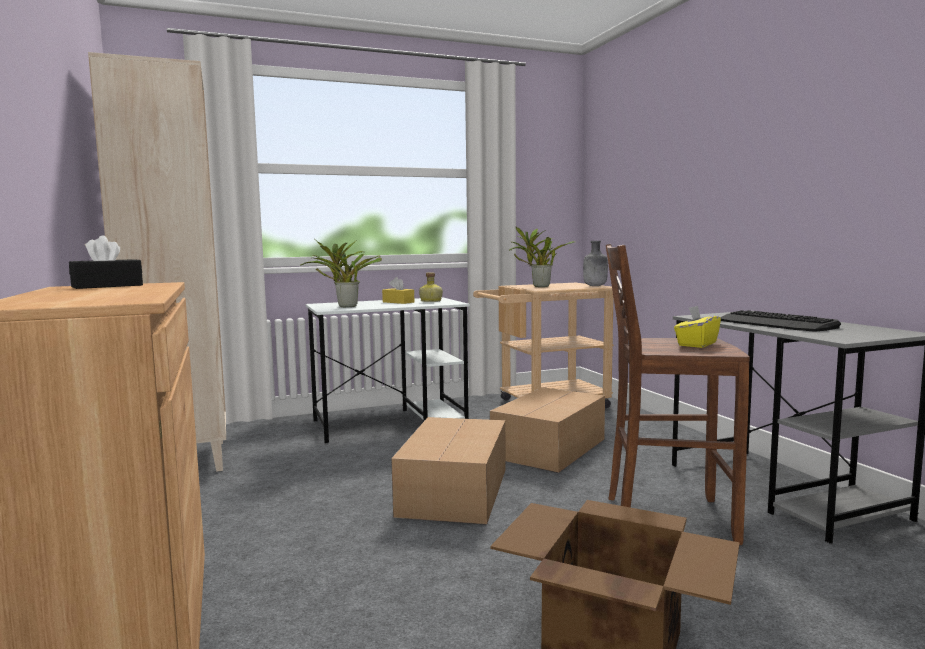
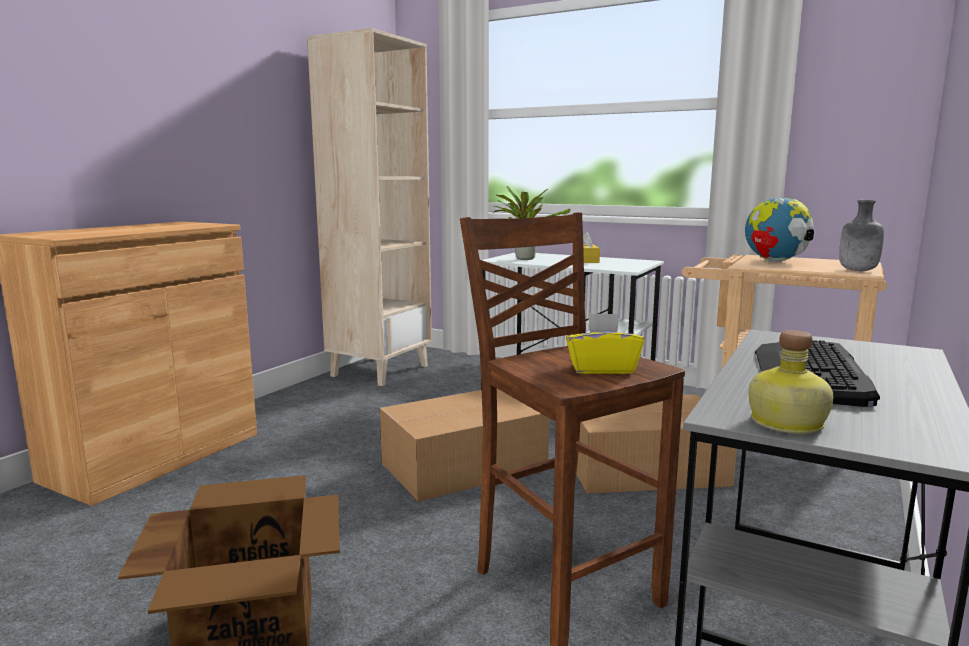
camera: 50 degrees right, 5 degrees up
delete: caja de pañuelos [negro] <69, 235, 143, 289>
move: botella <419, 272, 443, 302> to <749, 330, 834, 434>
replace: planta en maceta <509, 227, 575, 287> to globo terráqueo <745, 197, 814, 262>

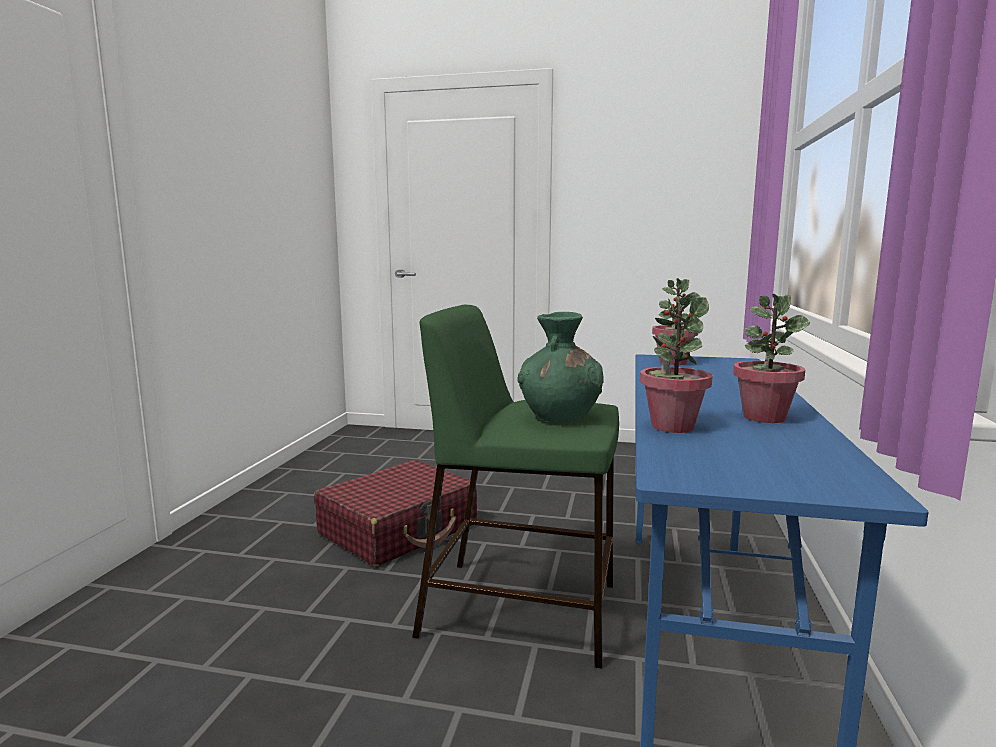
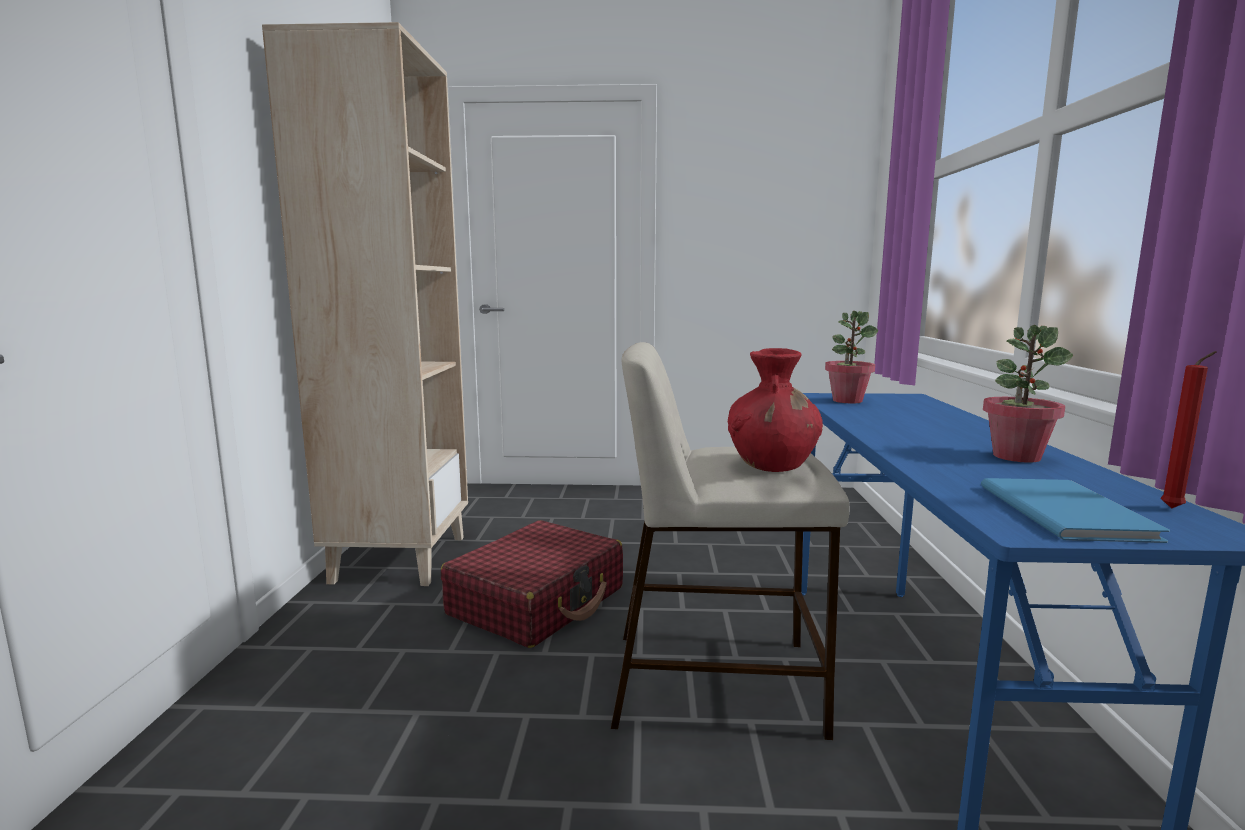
camera: 10 degrees left, 0 degrees up
delete: planta en maceta <640, 296, 713, 433>
insert: estantería [beis] <262, 22, 468, 586>; libro [azul] <981, 478, 1170, 543>; vela [rojo] <1160, 351, 1217, 508>
recolor: taburete [verde] <412, 305, 619, 669> to taburete [beis] <611, 342, 849, 740>; florero [verde] <517, 312, 604, 422> to florero [rojo] <727, 348, 823, 472>

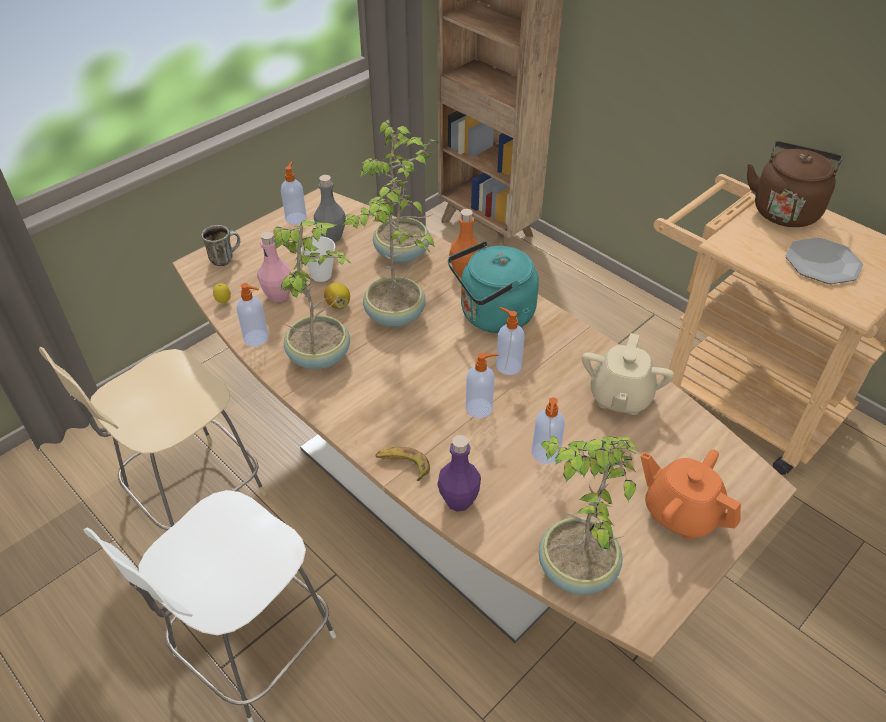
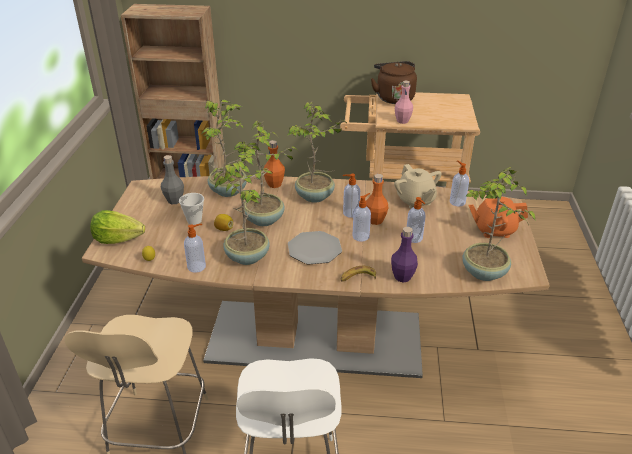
camera: 40 degrees left, 10 degrees down
insert: botella [naranja] <366, 174, 389, 225>
move: plato <785, 237, 863, 284> to <288, 231, 342, 264>; botella [rosa] <257, 232, 291, 302> to <395, 81, 413, 124>; dispensador de jabón <281, 161, 307, 225> to <450, 160, 469, 206>
replace: taza grande <202, 225, 240, 266> to lechuga <90, 210, 145, 244>; hervidor [turquesa] <448, 241, 539, 333> to planta en maceta <287, 102, 347, 203>

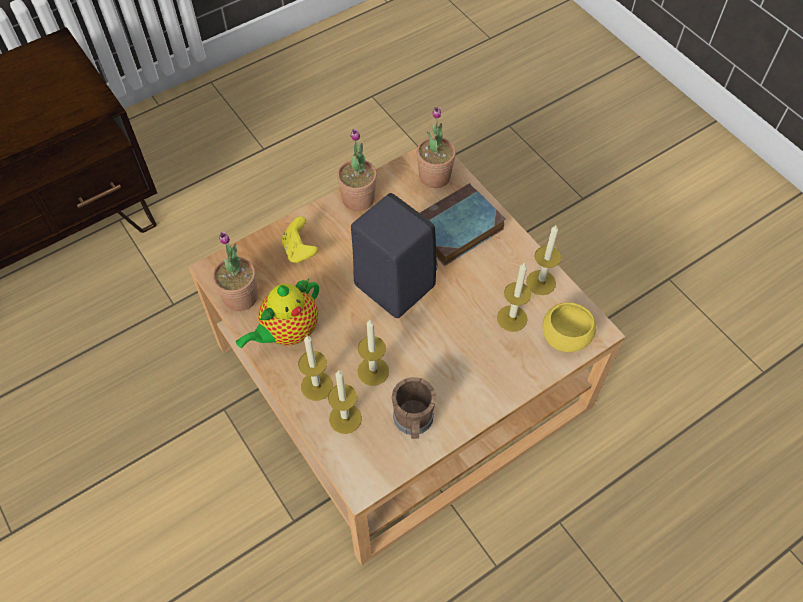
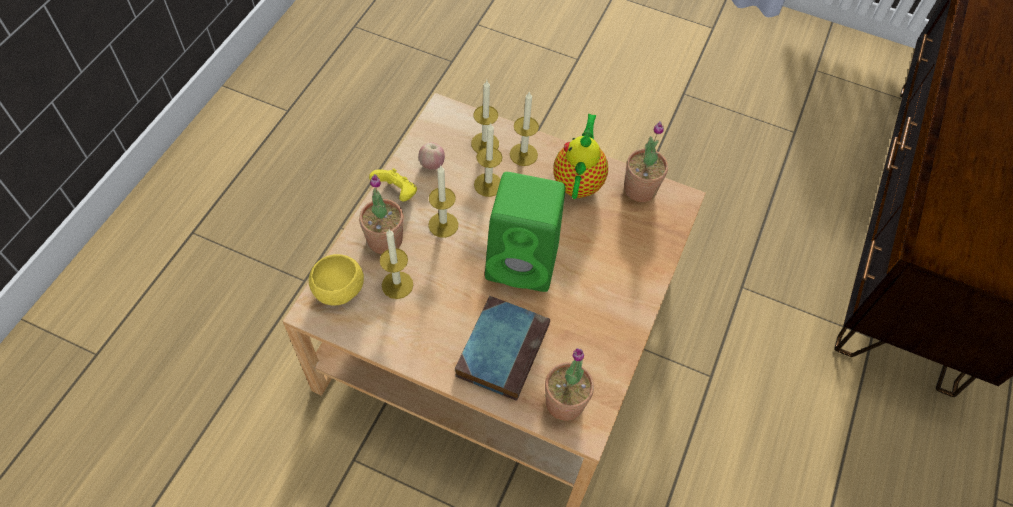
camera: 145 degrees right, 0 degrees up
move: planta en maceta <337, 129, 377, 211> to <359, 174, 404, 254>; mando de consola [amarillo] <282, 216, 318, 264> to <369, 168, 417, 201>; vela <526, 225, 561, 295> to <428, 166, 459, 238>
replace: taza grande [marrón] <392, 377, 436, 439> to manzana <418, 142, 445, 170>
recolor: altavoz [negro] <351, 193, 438, 318> to altavoz [verde] <485, 172, 566, 292>

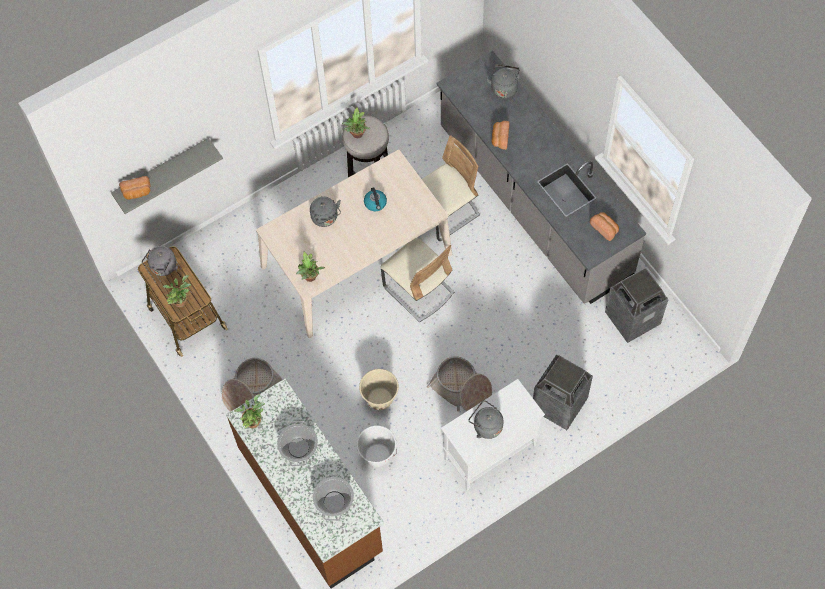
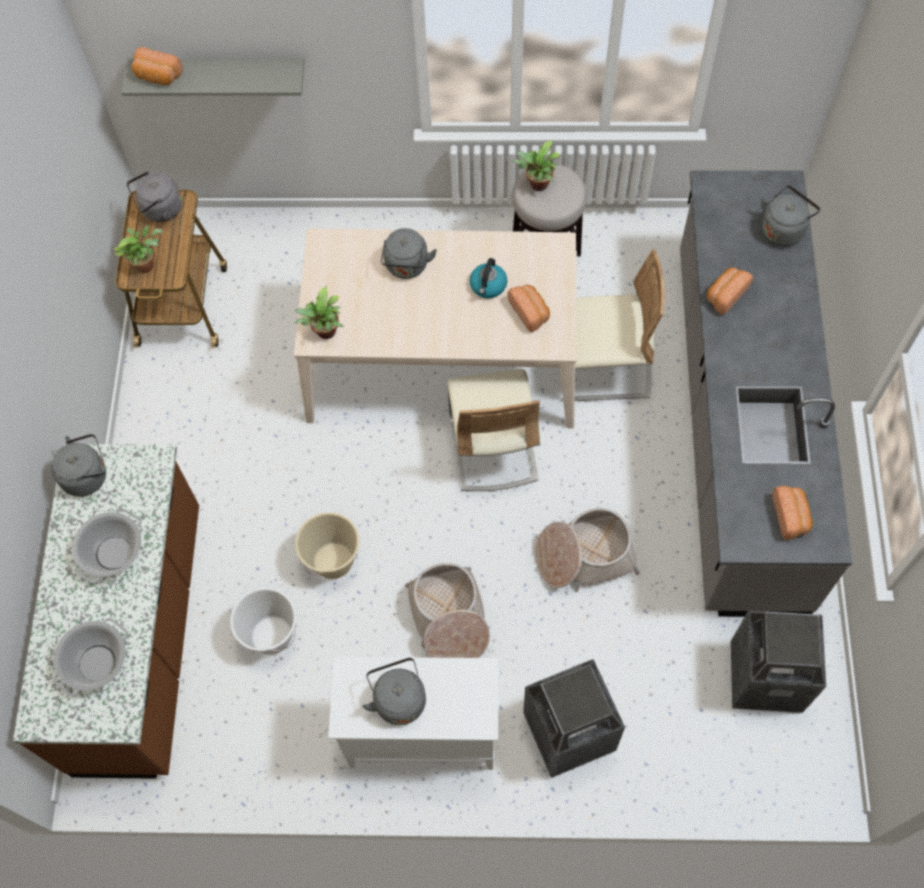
camera: 35 degrees right, 0 degrees up
insert: pan <507, 285, 550, 332>
move: cesta <222, 358, 282, 412> to <535, 508, 640, 592>
replace: planta en maceta <234, 394, 265, 429> to hervidor [gris] <52, 434, 106, 497>

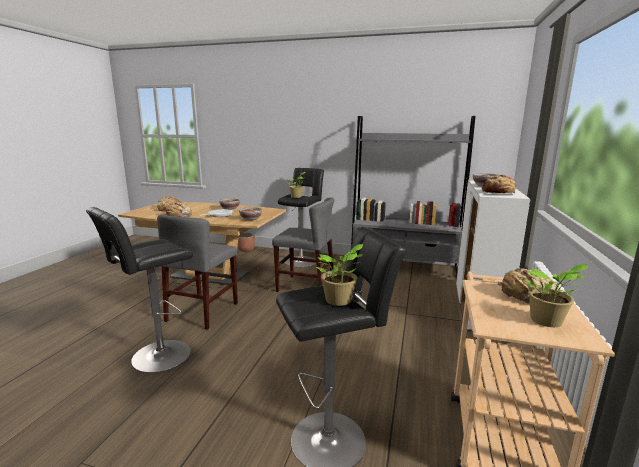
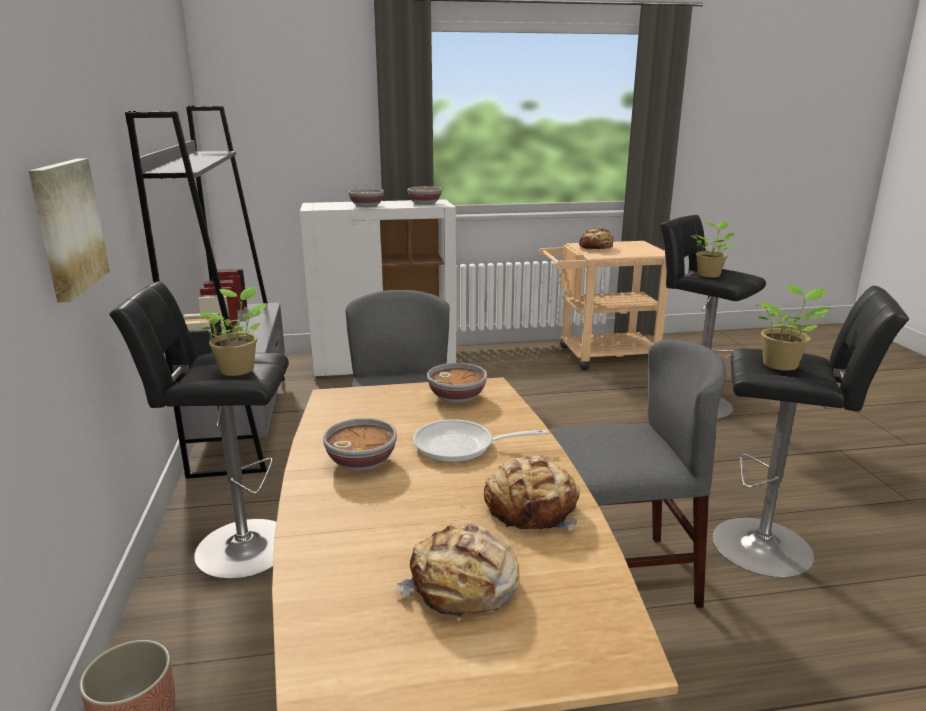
camera: 115 degrees left, 5 degrees up
insert: cuadro <28, 158, 110, 303>
move: planta en maceta <525, 264, 588, 327> to <756, 285, 831, 371>
replace: pan <482, 175, 516, 194> to cuenco <407, 186, 442, 205>

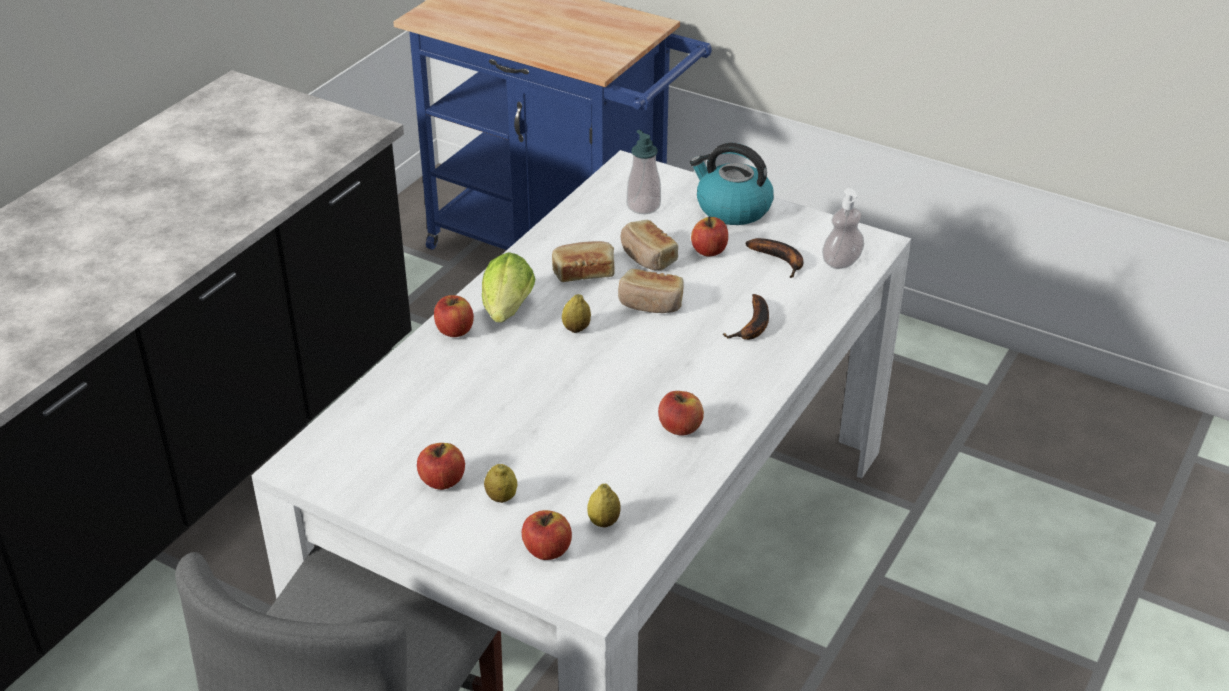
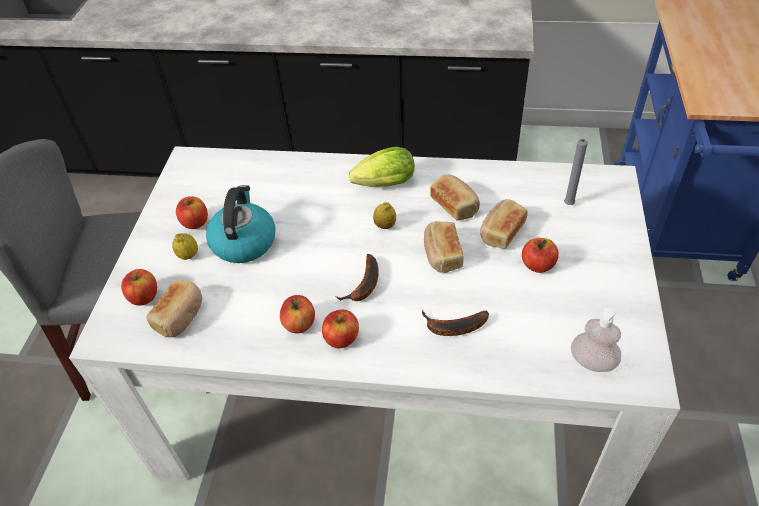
camera: 70 degrees right, 10 degrees up
move: hervidor <690, 143, 774, 225> to <206, 185, 275, 263>; manzana <434, 295, 474, 337> to <322, 310, 359, 348>; plátano <745, 238, 804, 278> to <336, 254, 379, 301>
replace: limón <587, 484, 621, 528> to pan <146, 281, 202, 337>; dispensador de jabón <627, 130, 661, 214> to vela [gris] <564, 139, 588, 205>

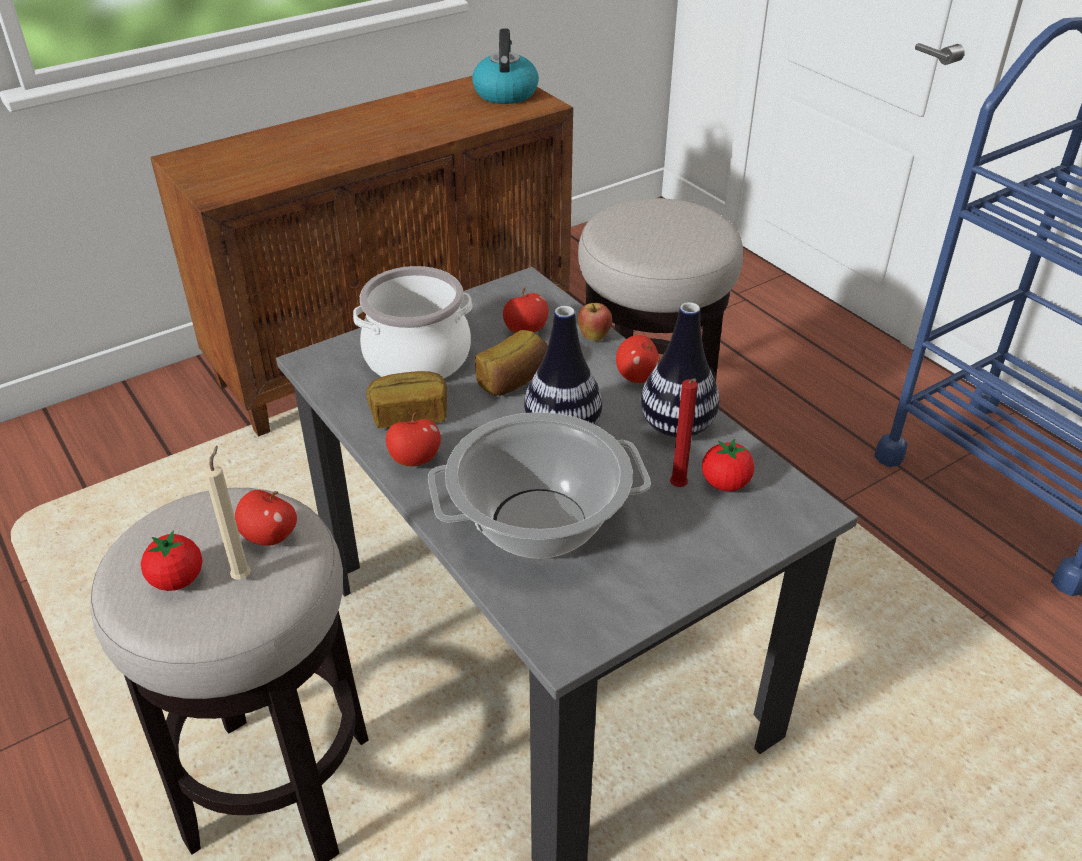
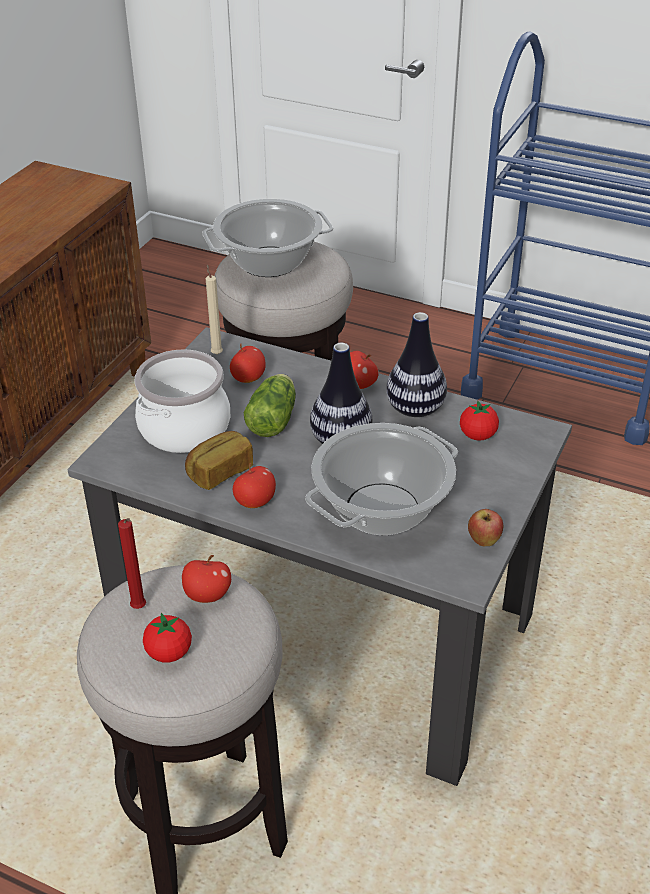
camera: 30 degrees left, 0 degrees up
delete: hervidor <472, 29, 539, 104>
insert: olla <202, 199, 333, 277>
move: vela [rojo] <670, 378, 698, 487> to <118, 518, 146, 609>; vela [beis] <204, 446, 251, 580> to <206, 264, 223, 355>; manzana <578, 303, 612, 341> to <468, 509, 503, 546>
replace: pan <475, 330, 548, 396> to lechuga <244, 374, 296, 437>

